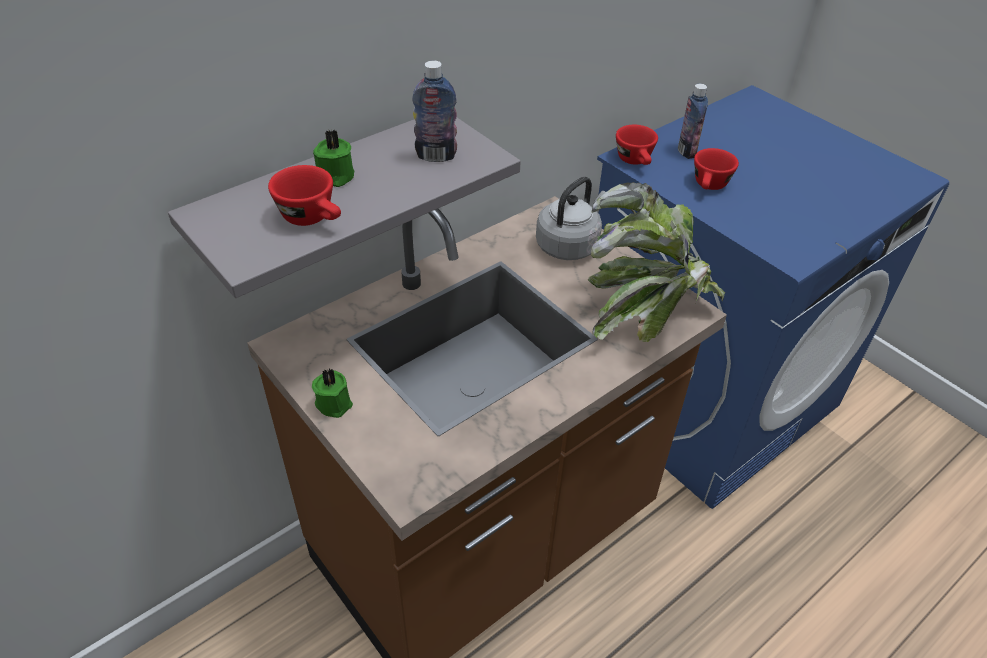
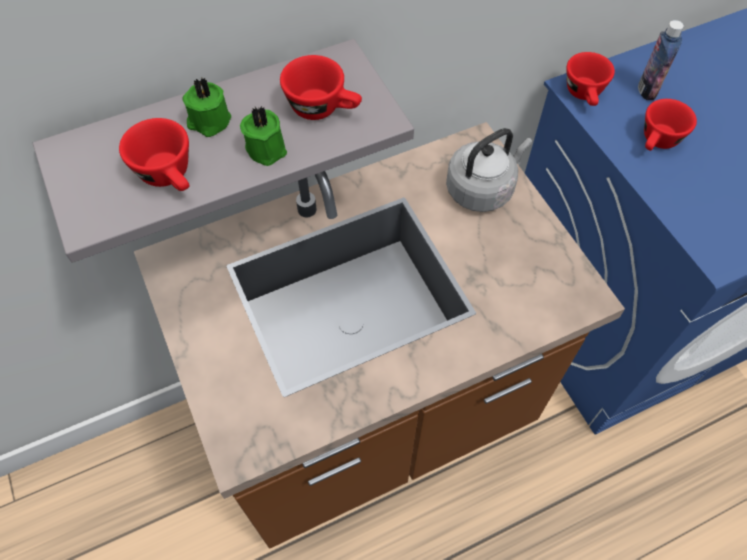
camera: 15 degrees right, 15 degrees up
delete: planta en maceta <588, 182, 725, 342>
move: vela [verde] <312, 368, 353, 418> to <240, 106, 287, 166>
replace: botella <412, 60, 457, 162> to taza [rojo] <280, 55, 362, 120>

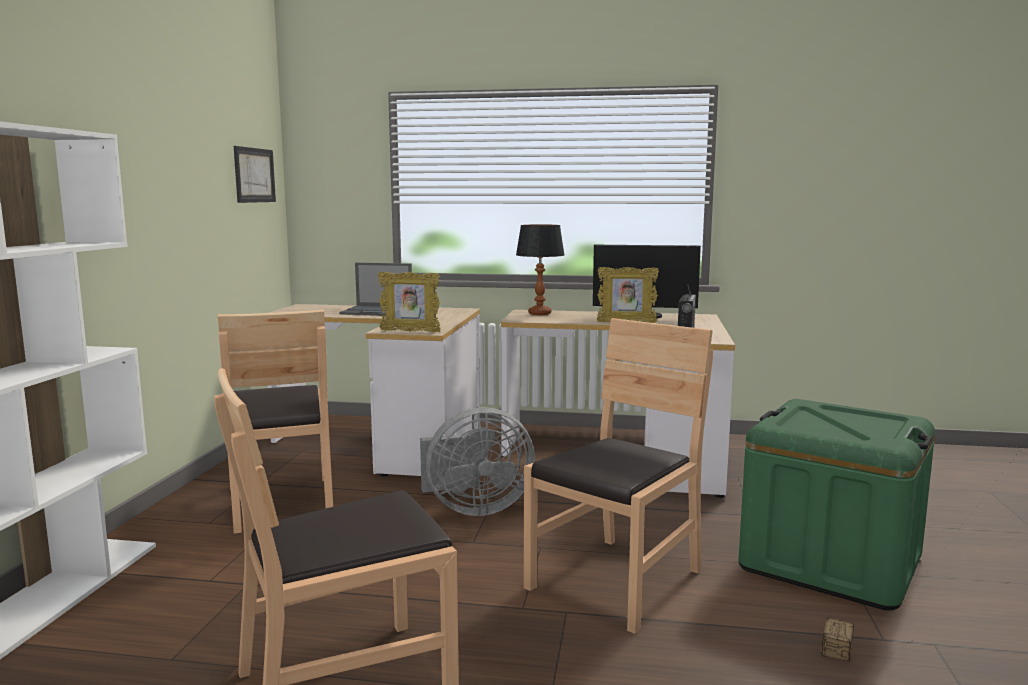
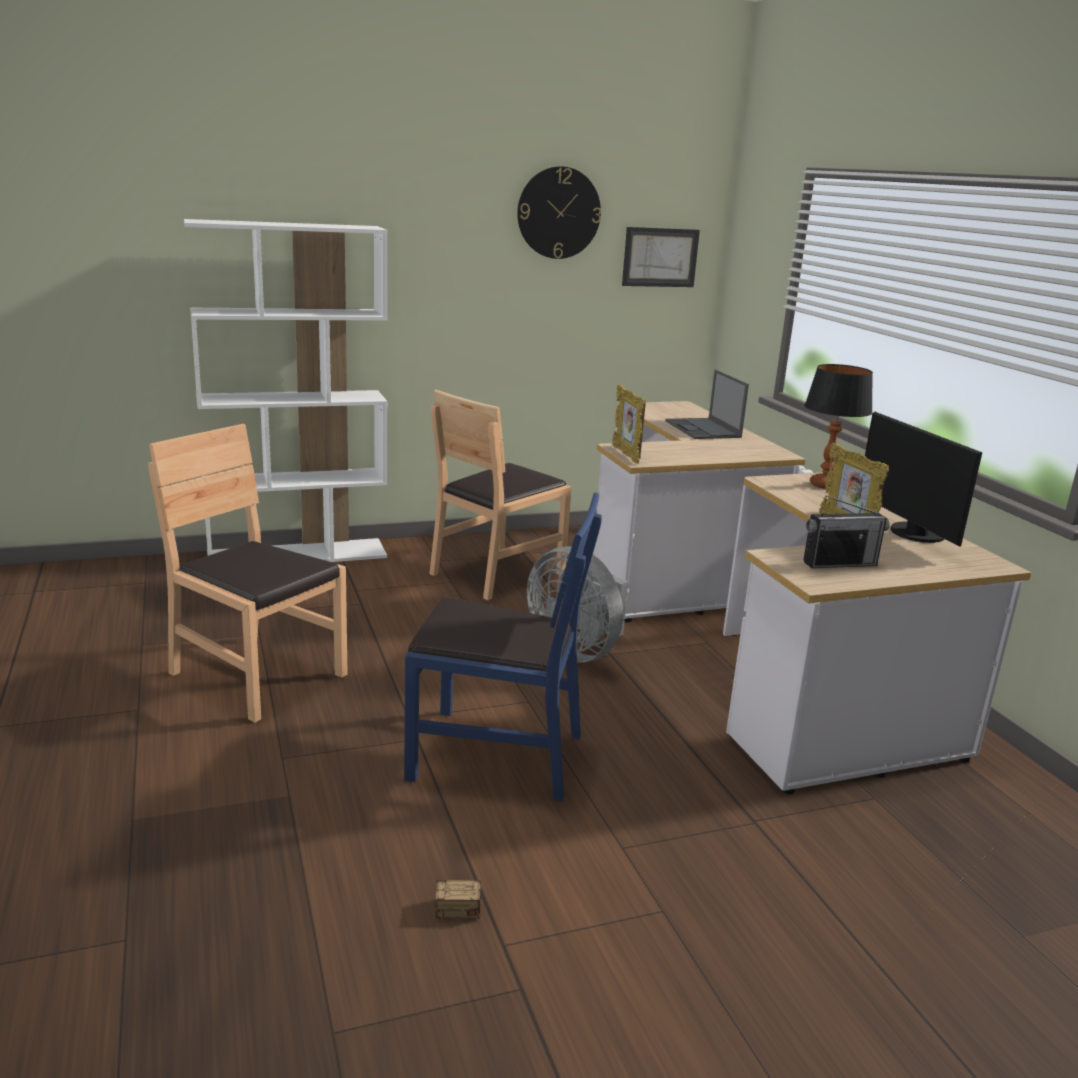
camera: 60 degrees right, 10 degrees up
delete: caja de almacenaje [verde] <738, 399, 935, 610>
insert: reloj de pared <517, 166, 601, 259>
recolor: silla [marrón] <524, 318, 713, 634> to silla [azul] <404, 493, 602, 802>

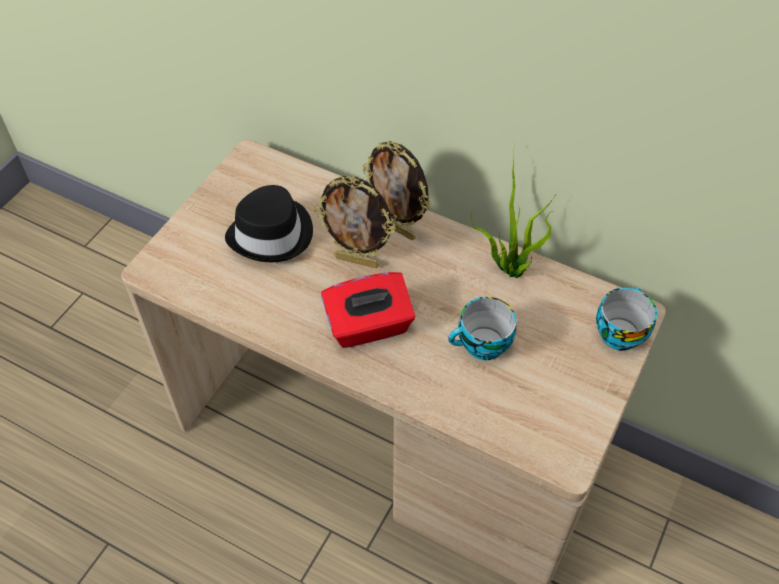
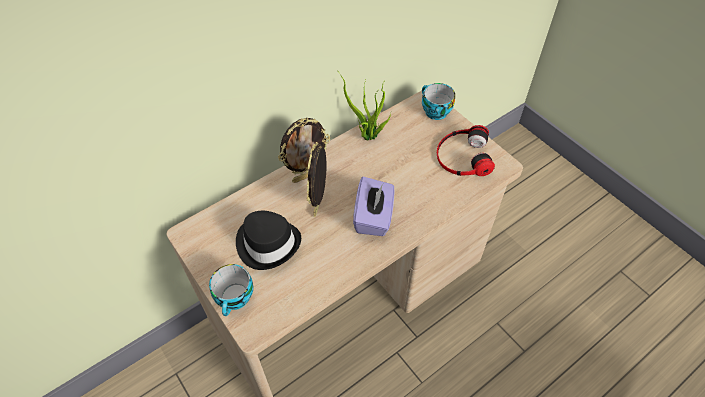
camera: 65 degrees left, 0 degrees up
insert: auriculares <437, 125, 495, 176>
move: taza <448, 297, 516, 360> to <209, 264, 253, 316>
recolor: caja de pañuelos [rojo] <321, 272, 415, 348> to caja de pañuelos [morado] <353, 177, 395, 236>
rotate: portarretratos <314, 176, 396, 268> = <307, 142, 326, 217> 150 degrees clockwise

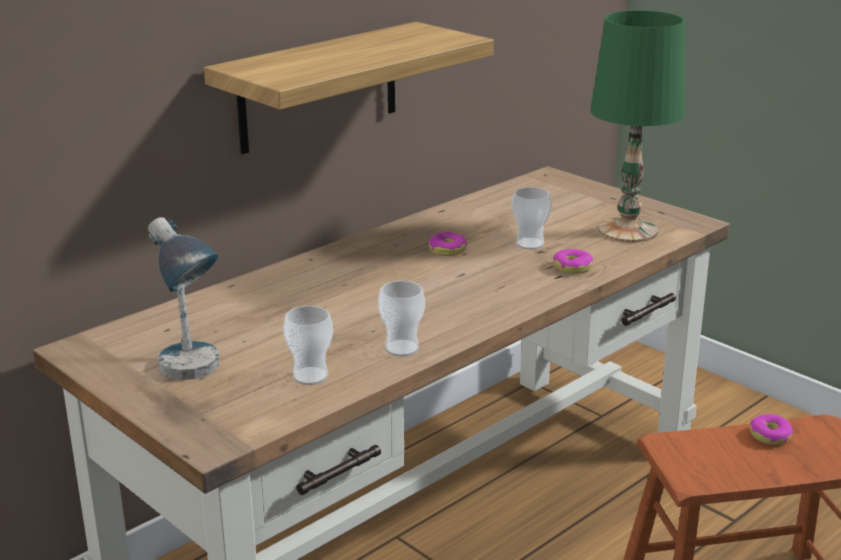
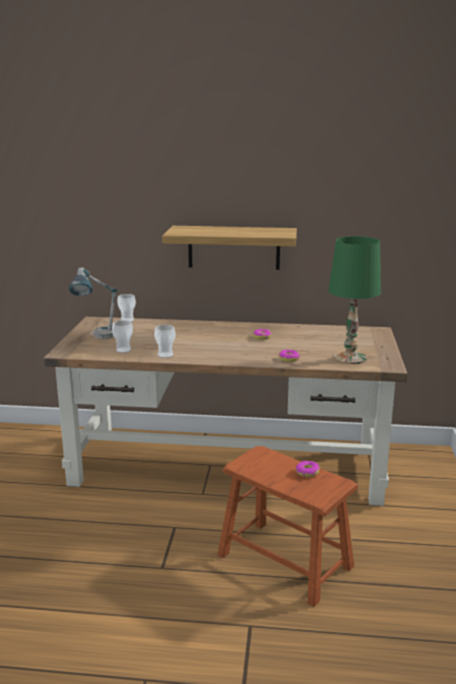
camera: 50 degrees right, 5 degrees down
move: taza <512, 187, 551, 249> to <117, 294, 136, 322>

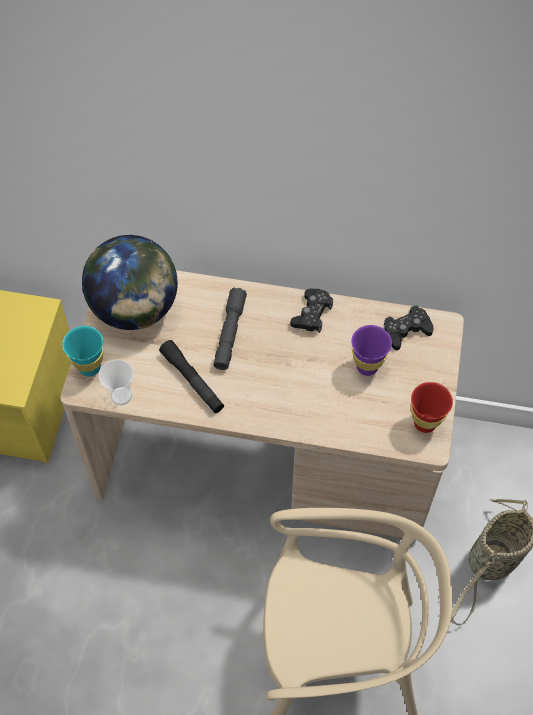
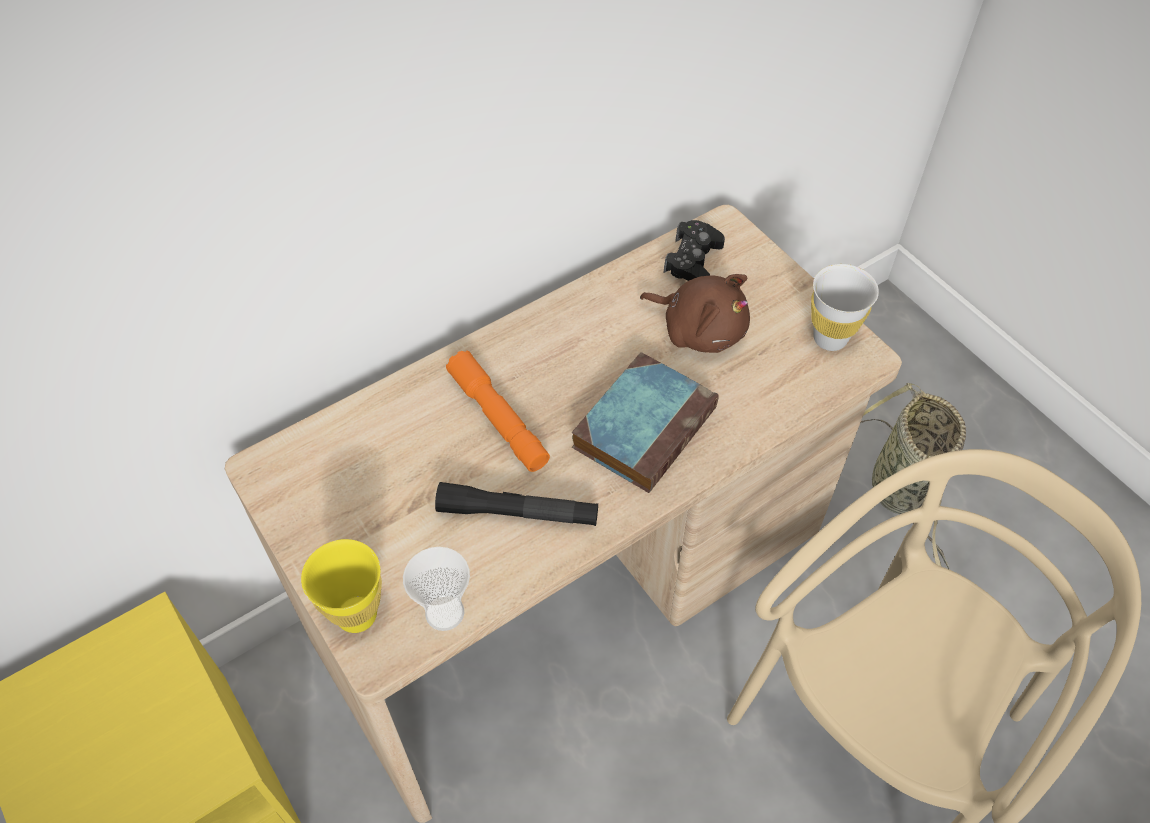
camera: 45 degrees left, 5 degrees down
delete: globo terráqueo <82, 235, 178, 330>; mando de consola [negro] <290, 288, 333, 333>
insert: libro <572, 352, 719, 493>
replace: taza [morado] <351, 325, 392, 376> to peluche [marrón] <640, 274, 750, 353>
recolor: taza [turquesa] <63, 326, 104, 377> to taza [amarillo] <301, 539, 382, 633>; linterna [gris] <214, 287, 247, 370> to linterna [naranja] <446, 351, 550, 472>; taza [rojo] <411, 382, 453, 433> to taza [blanco] <811, 264, 879, 351>

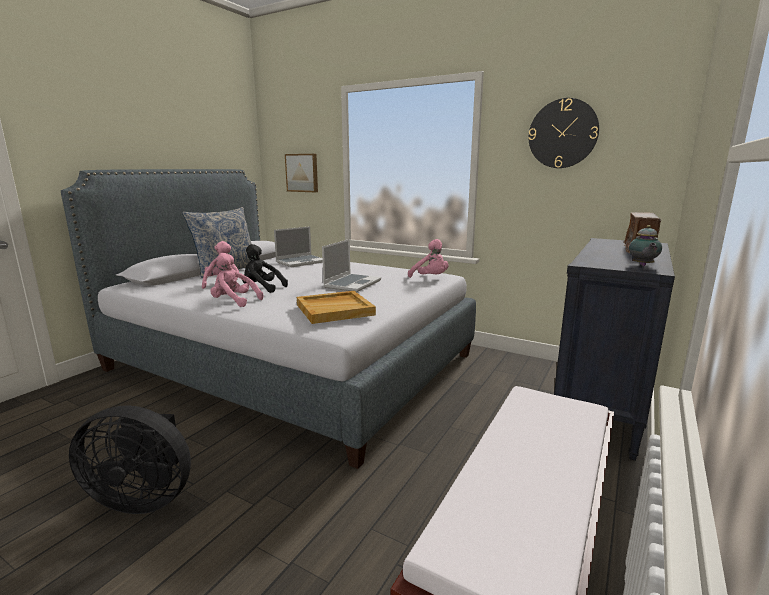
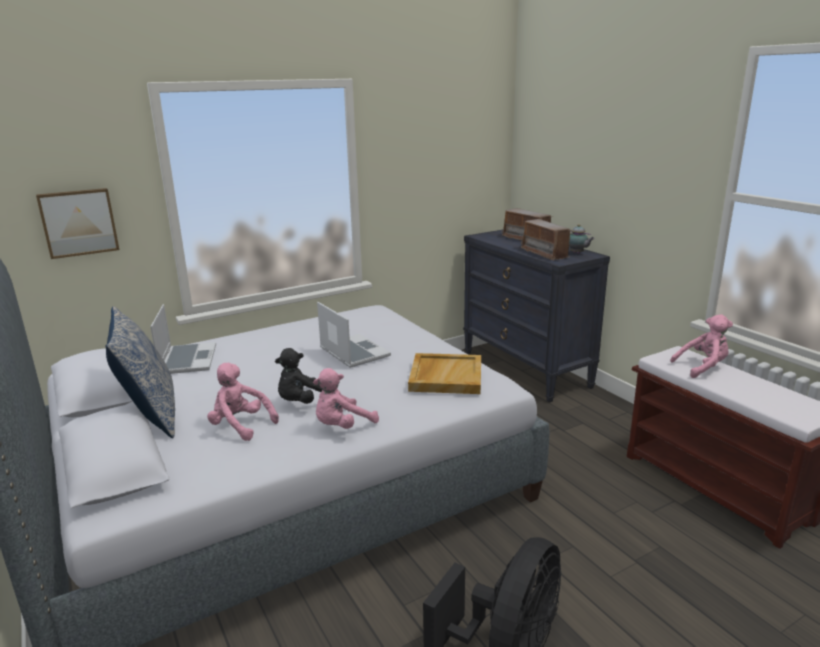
camera: 60 degrees left, 5 degrees up
delete: reloj de pared <529, 98, 599, 168>
insert: radio <521, 219, 572, 261>
move: peluche [rosa] <408, 239, 449, 278> to <670, 314, 733, 378>

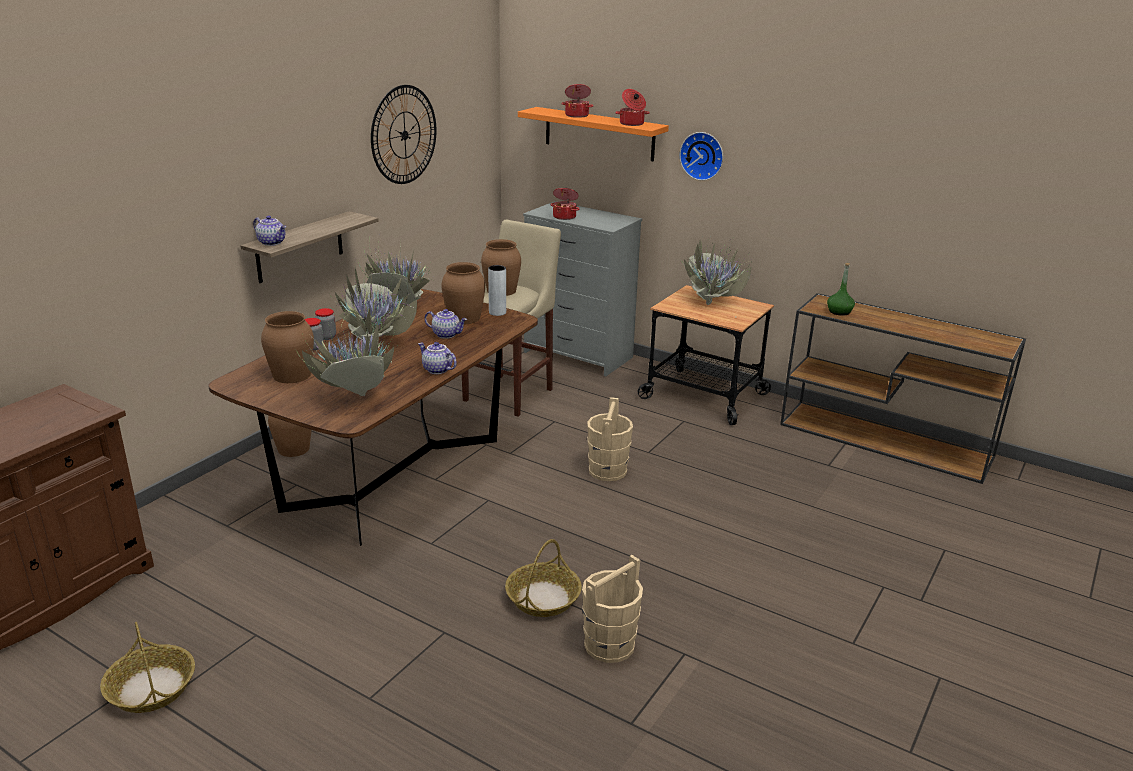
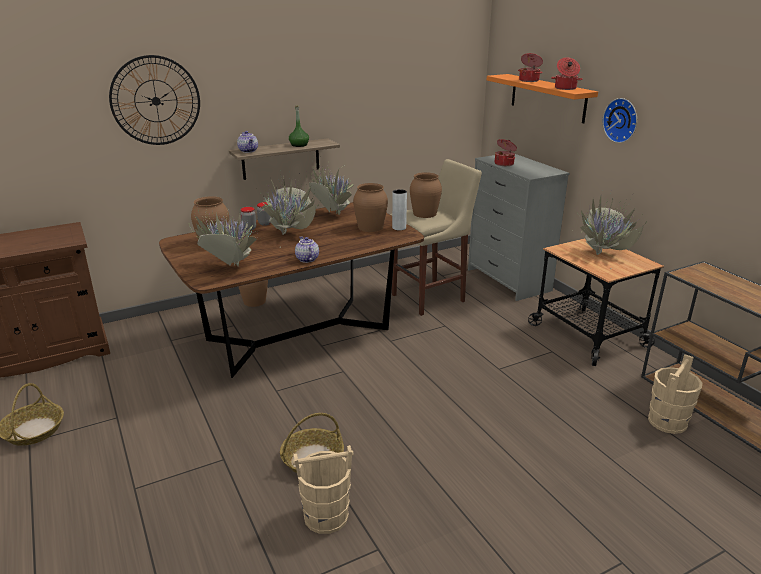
camera: 30 degrees right, 0 degrees up
delete: tetera <424, 309, 467, 339>
move: reloj de pared <371, 85, 436, 184> to <109, 55, 200, 145>; botella [verde] <827, 263, 855, 316> to <289, 105, 309, 147>; cubo [beis] <587, 397, 633, 481> to <648, 354, 702, 434>

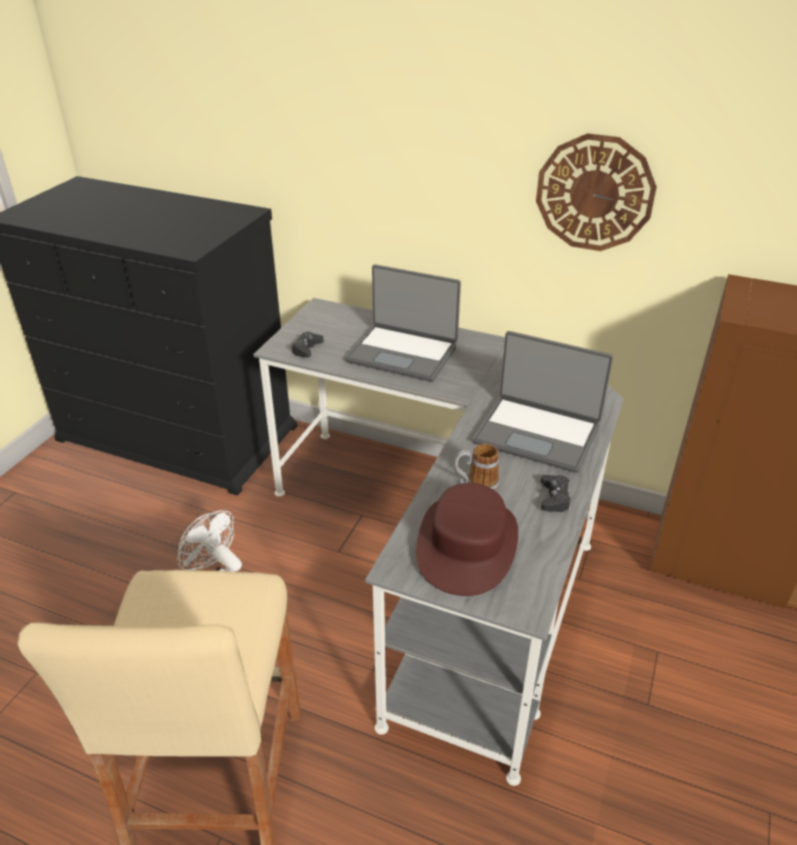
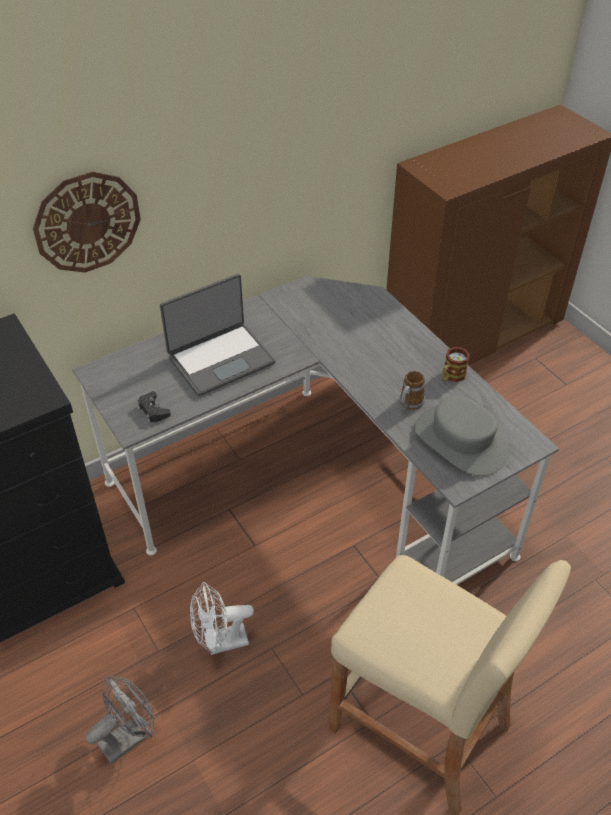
camera: 55 degrees left, 10 degrees up
delete: portátil <473, 331, 613, 473>
insert: ventilador [gris] <85, 676, 155, 764>
move: reloj de pared <536, 133, 657, 251> to <33, 171, 141, 273>
replace: mando de consola [negro] <541, 475, 571, 512> to taza grande <442, 347, 470, 382>
recolor: sombrero [marrón] <416, 483, 518, 596> to sombrero [gris] <415, 395, 510, 476>

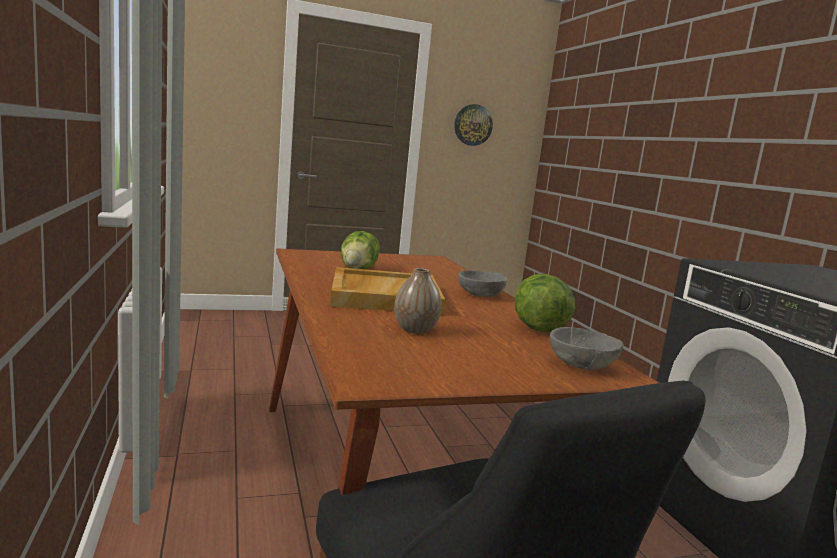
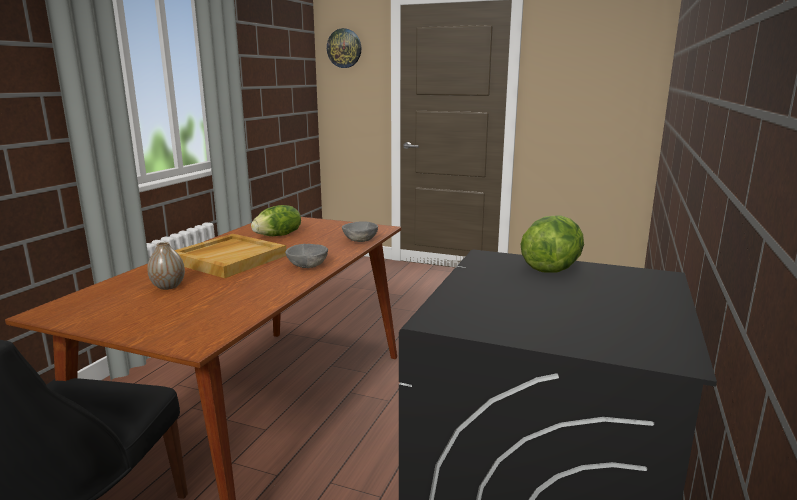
camera: 40 degrees right, 5 degrees up
move: reloj de pared <454, 104, 493, 146> to <327, 28, 361, 68>; cuenco [gris] <550, 327, 624, 370> to <342, 221, 378, 242>; lechuga <515, 274, 575, 333> to <520, 215, 584, 273>

